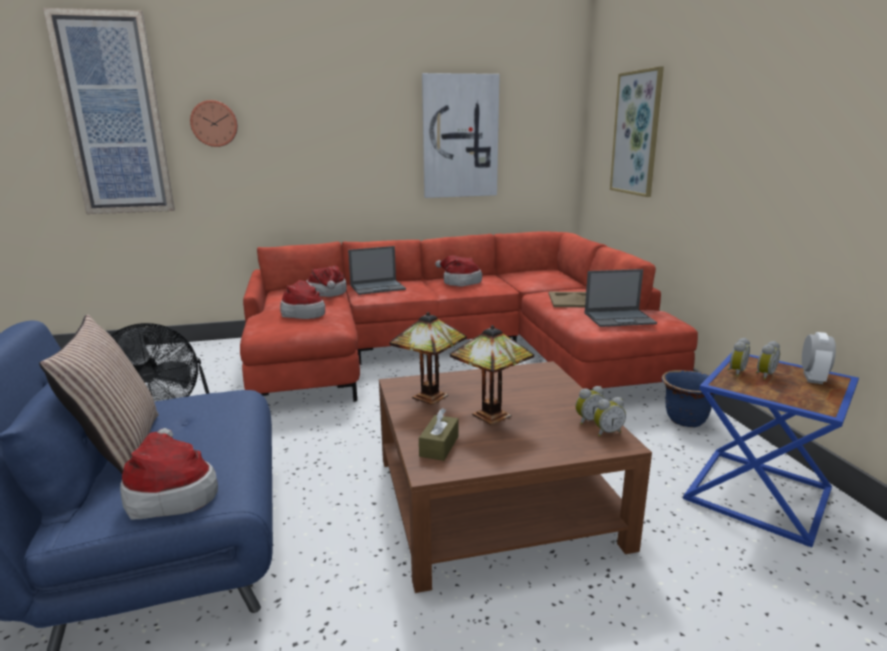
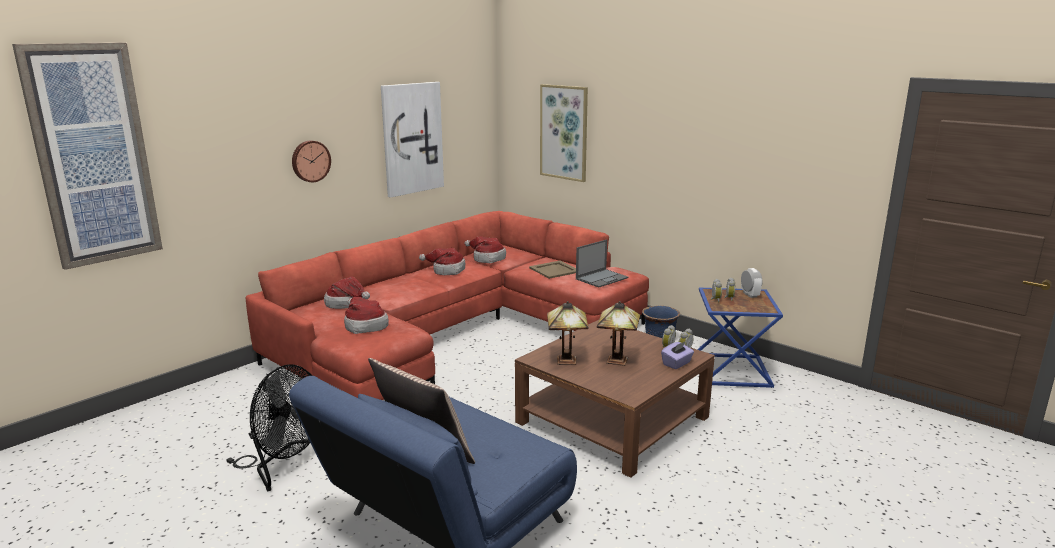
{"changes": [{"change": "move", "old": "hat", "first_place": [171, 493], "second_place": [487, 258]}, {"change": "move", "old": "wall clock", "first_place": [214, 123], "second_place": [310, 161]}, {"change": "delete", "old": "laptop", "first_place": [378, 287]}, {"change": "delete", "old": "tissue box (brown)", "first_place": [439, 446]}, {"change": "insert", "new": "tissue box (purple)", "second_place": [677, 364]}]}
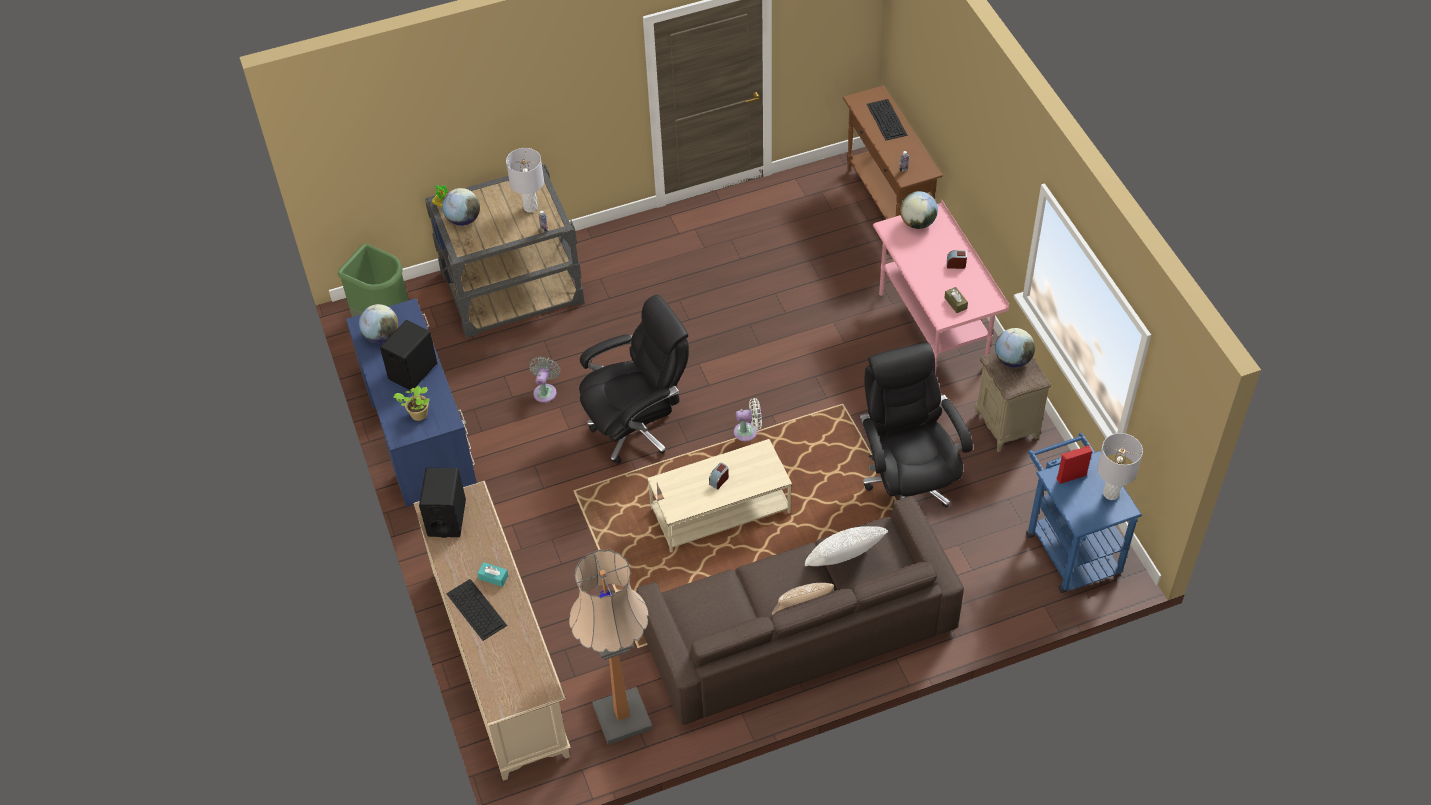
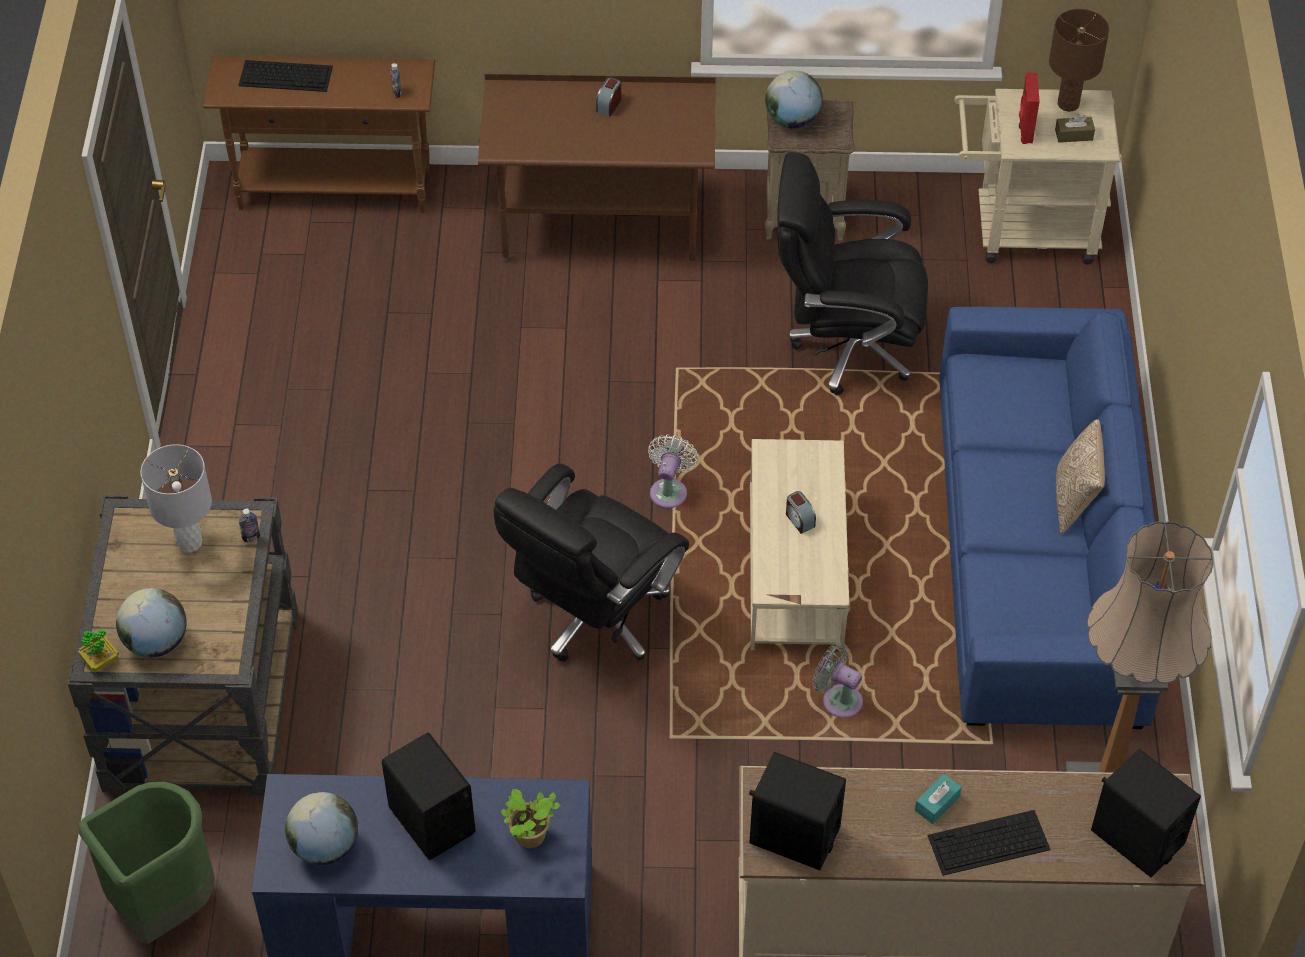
{"changes": [{"change": "move", "old": "fan (grey)", "first_place": [545, 391], "second_place": [838, 699]}, {"change": "rotate", "old": "office chair (black)", "first_place": [637, 428], "second_place": [592, 620], "degrees": -135}, {"change": "recolor", "old": "sofa (brown)", "new": "sofa (blue)", "first_place": [798, 630], "second_place": [1038, 549]}, {"change": "delete", "old": "pillow (white)", "first_place": [843, 564]}, {"change": "recolor", "old": "desk (pink)", "new": "desk (brown)", "first_place": [932, 330], "second_place": [600, 228]}, {"change": "delete", "old": "globe", "first_place": [917, 223]}, {"change": "move", "old": "tissue box (brown)", "first_place": [955, 303], "second_place": [1073, 135]}, {"change": "recolor", "old": "cart (blue)", "new": "cart (beige)", "first_place": [1068, 546], "second_place": [1023, 230]}, {"change": "recolor", "old": "table lamp (grey)", "new": "table lamp (brown)", "first_place": [1111, 493], "second_place": [1068, 103]}, {"change": "insert", "new": "speaker (black)", "second_place": [1137, 837]}]}
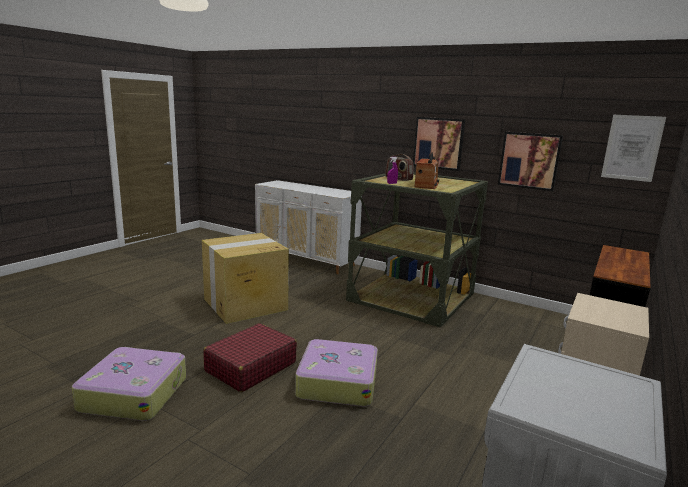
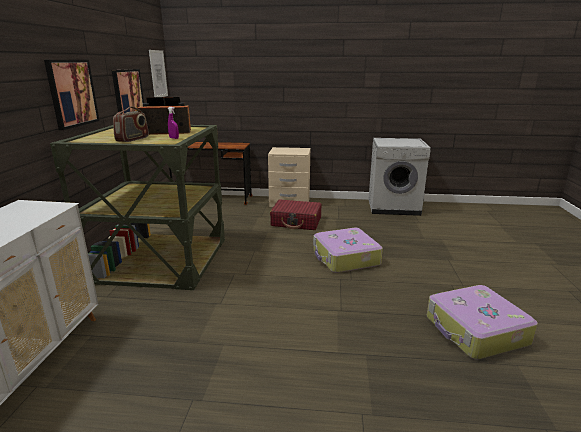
{"changes": [{"change": "delete", "old": "cardboard box", "first_place": [244, 304]}, {"change": "move", "old": "suitcase (red)", "first_place": [250, 367], "second_place": [296, 222]}]}
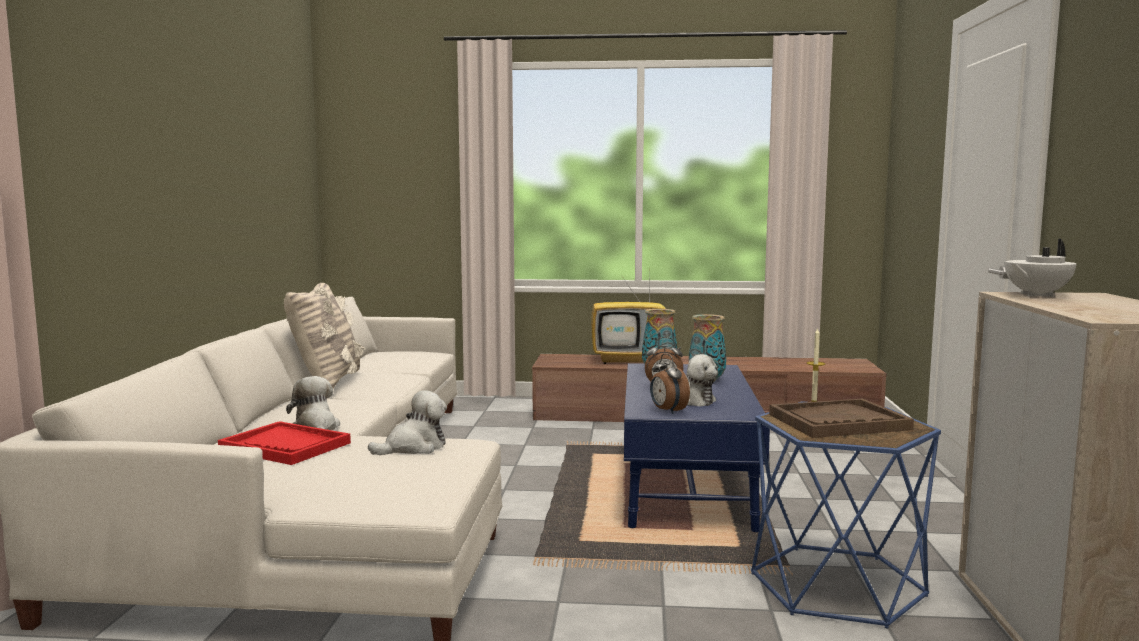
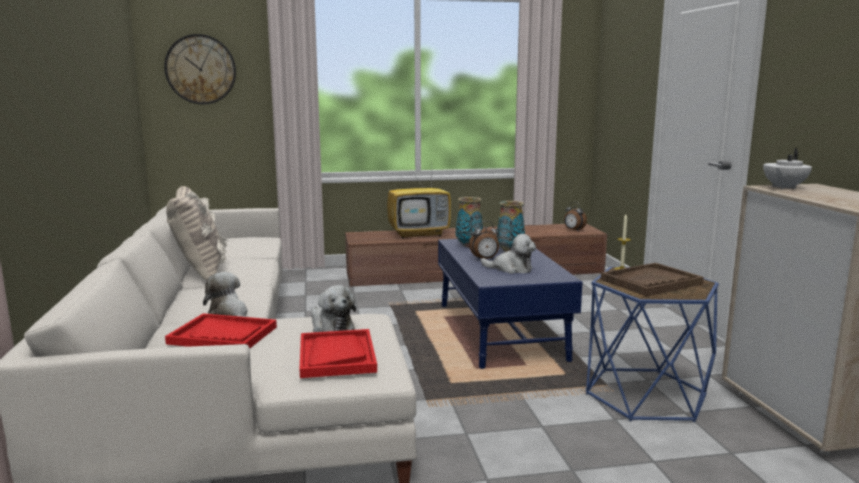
{"changes": [{"change": "rotate", "old": "plush toy", "first_place": [414, 447], "second_place": [331, 326], "degrees": 105}, {"change": "move", "old": "alarm clock", "first_place": [667, 411], "second_place": [573, 230]}, {"change": "insert", "new": "wall clock", "second_place": [200, 69]}, {"change": "insert", "new": "tray (red)", "second_place": [336, 356]}]}
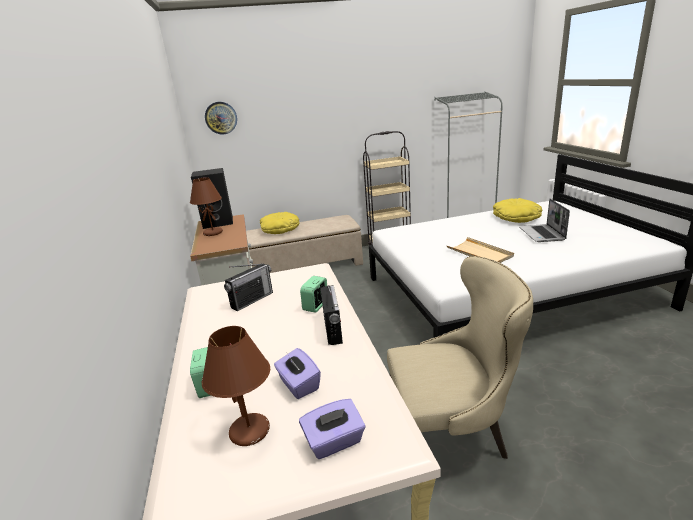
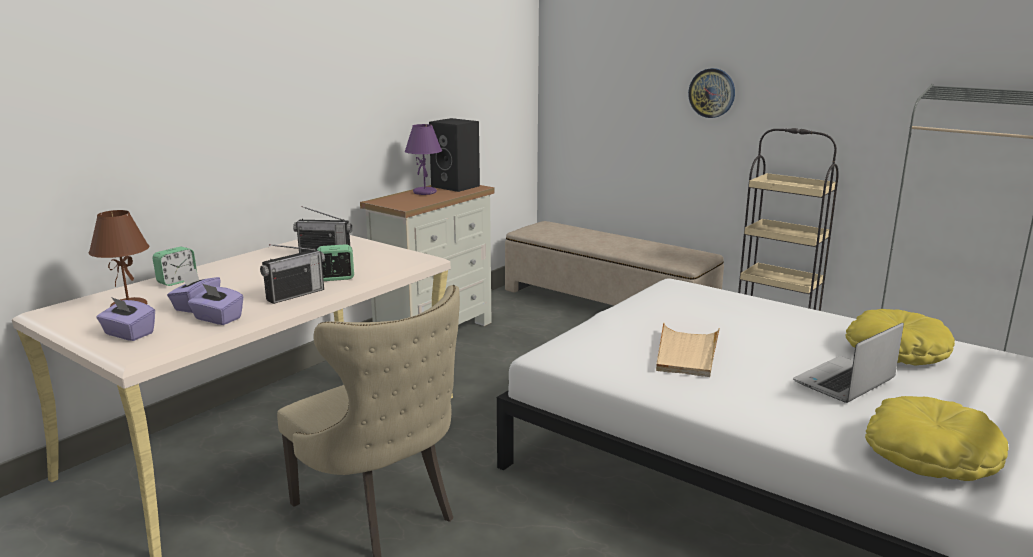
{"changes": [{"change": "recolor", "old": "table lamp (brown)", "new": "table lamp (purple)", "first_place": [213, 232], "second_place": [425, 192]}, {"change": "move", "old": "wall clock", "first_place": [221, 118], "second_place": [712, 93]}, {"change": "move", "old": "pillow (yellow)", "first_place": [280, 229], "second_place": [932, 456]}, {"change": "insert", "new": "tissue box (purple)", "second_place": [217, 319]}]}
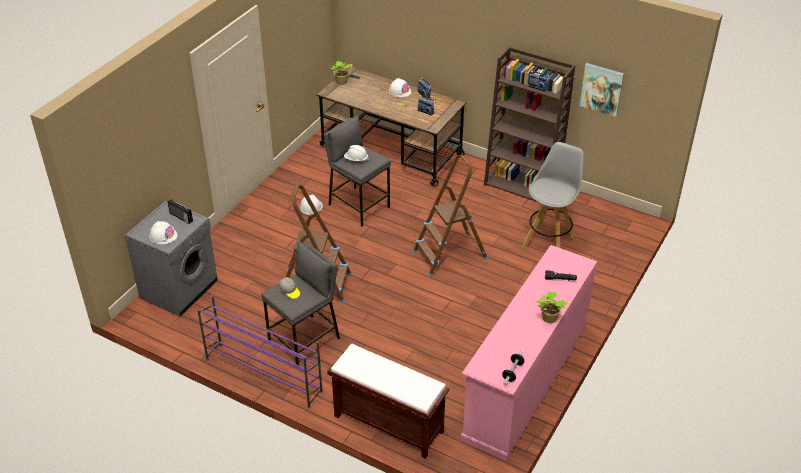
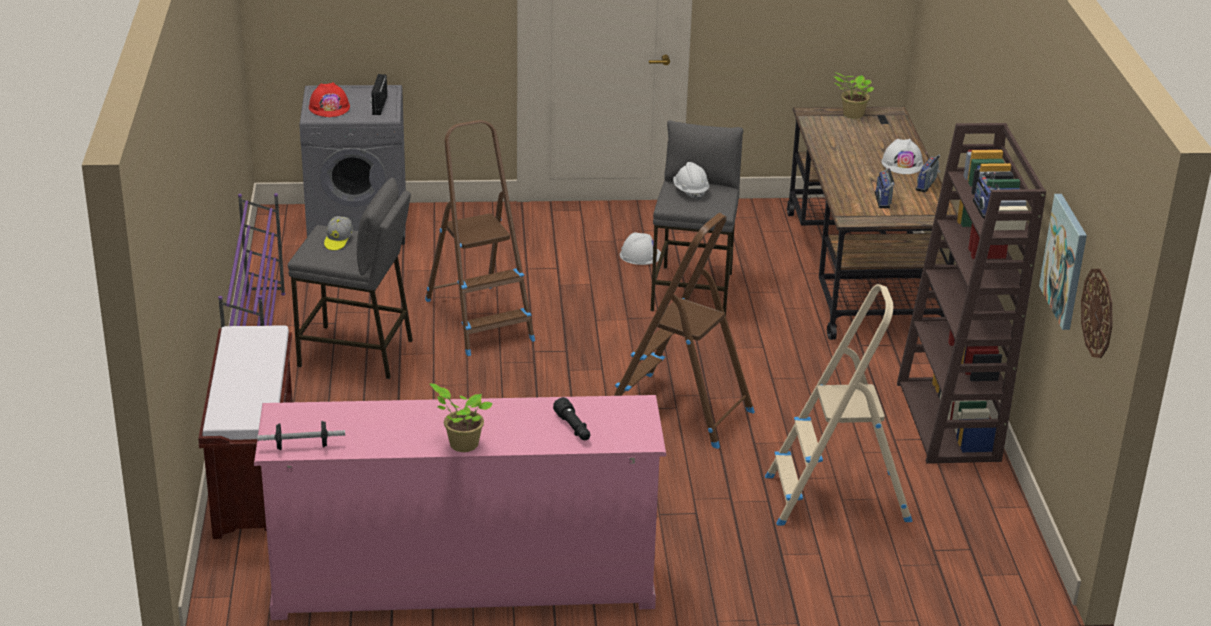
{"changes": [{"change": "recolor", "old": "hard hat (white)", "new": "hard hat (red)", "first_place": [163, 235], "second_place": [329, 107]}, {"change": "replace", "old": "stool (grey)", "new": "step ladder (beige)", "first_place": [549, 242], "second_place": [835, 498]}, {"change": "insert", "new": "wall clock", "second_place": [1098, 313]}]}
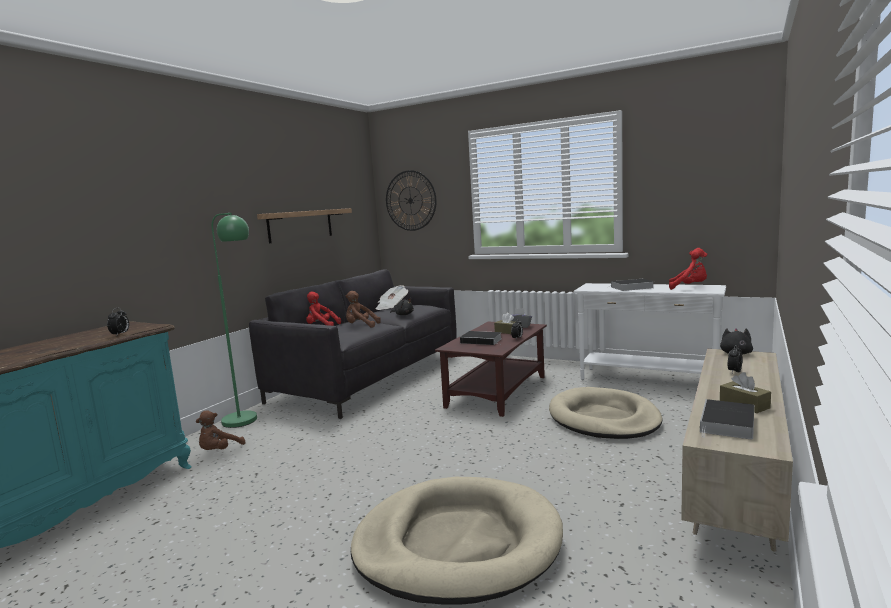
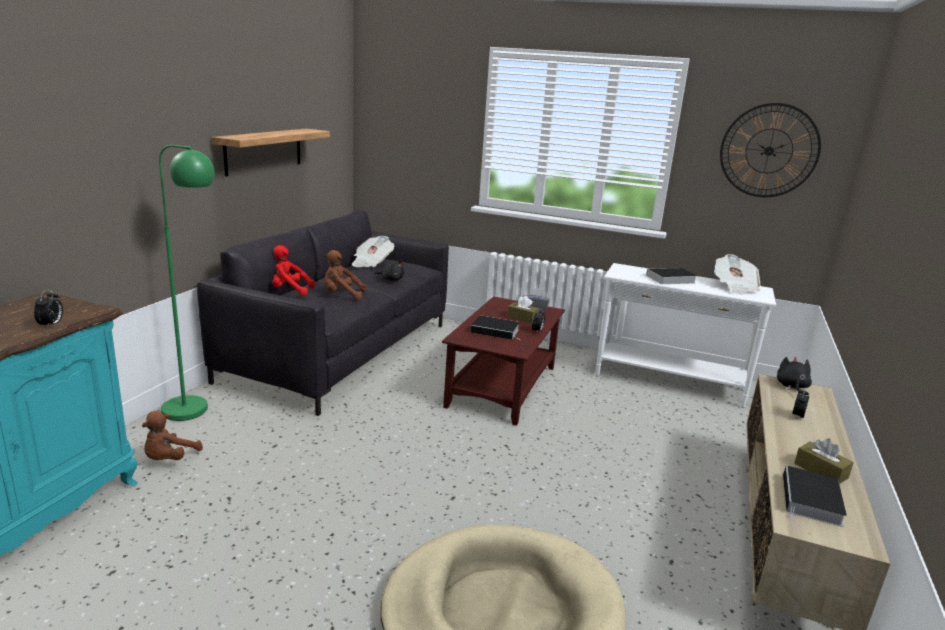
{"changes": [{"change": "move", "old": "wall clock", "first_place": [410, 200], "second_place": [769, 151]}, {"change": "delete", "old": "dog bed (beige)", "first_place": [603, 418]}, {"change": "replace", "old": "plush toy (red)", "new": "newspaper", "first_place": [689, 287], "second_place": [734, 287]}]}
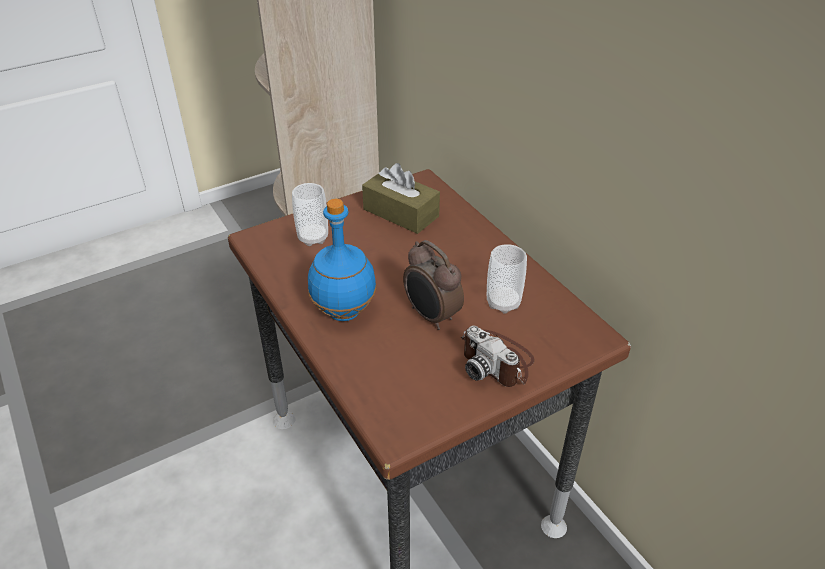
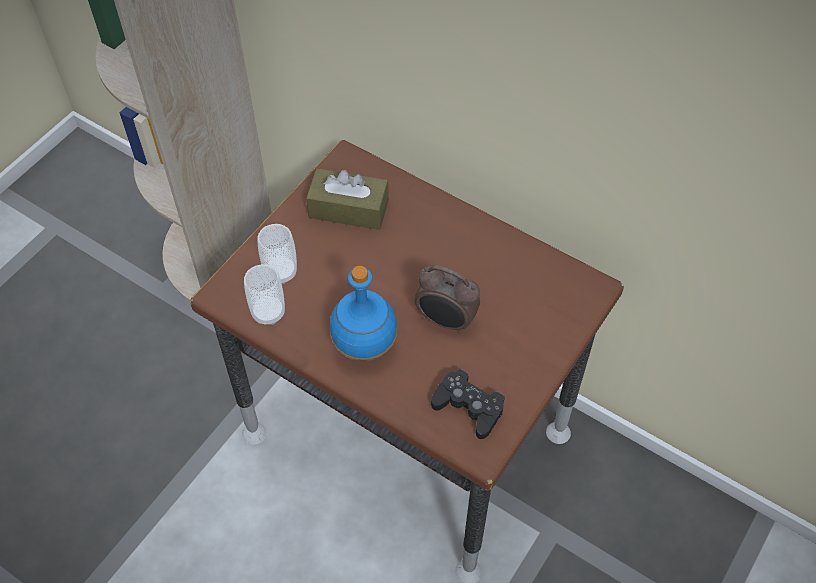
{"changes": [{"change": "delete", "old": "photo camera", "first_place": [497, 361]}, {"change": "move", "old": "cup", "first_place": [503, 303], "second_place": [268, 312]}, {"change": "insert", "new": "game controller (black)", "second_place": [468, 407]}]}
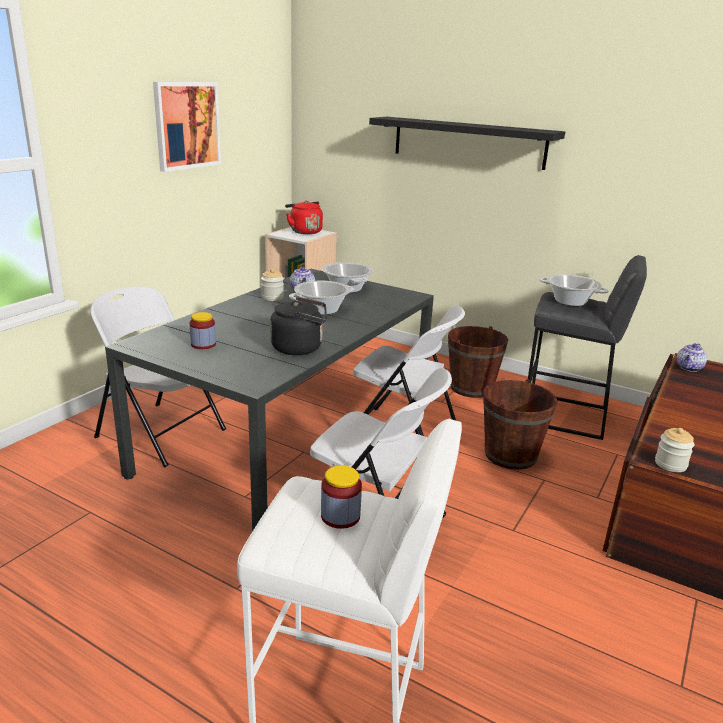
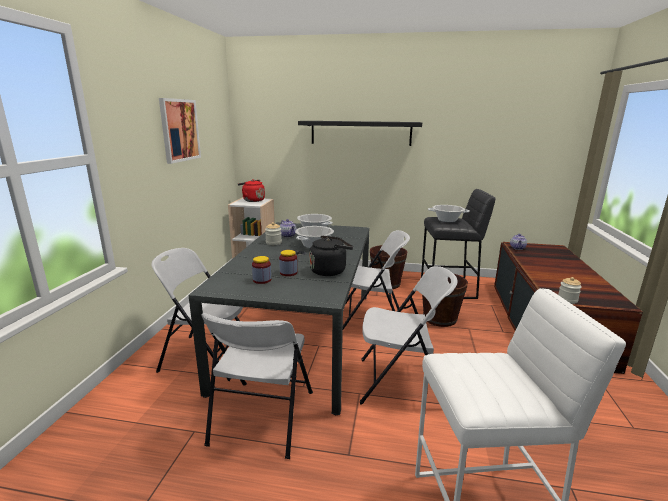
{"changes": [{"change": "move", "old": "jar", "first_place": [340, 516], "second_place": [288, 273]}, {"change": "insert", "new": "chair (white)", "second_place": [262, 417]}]}
